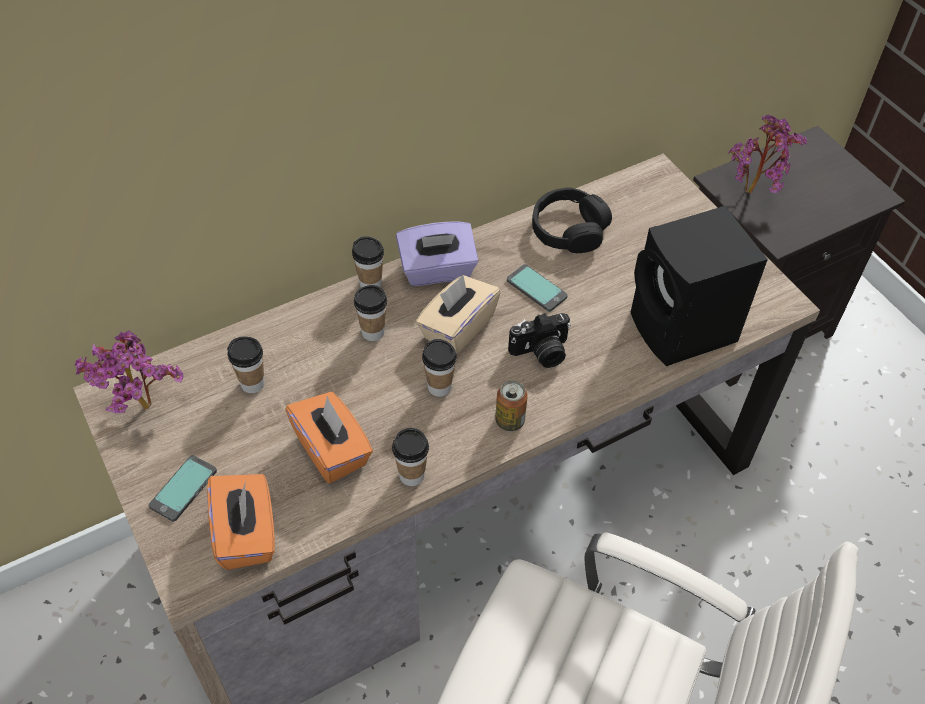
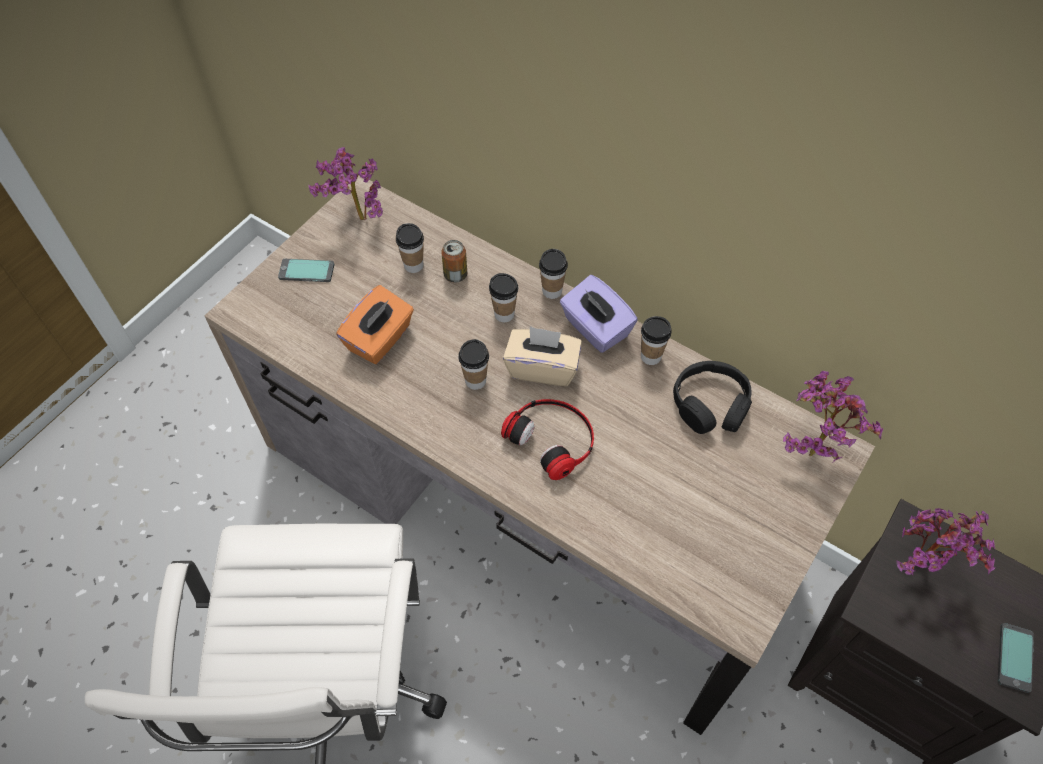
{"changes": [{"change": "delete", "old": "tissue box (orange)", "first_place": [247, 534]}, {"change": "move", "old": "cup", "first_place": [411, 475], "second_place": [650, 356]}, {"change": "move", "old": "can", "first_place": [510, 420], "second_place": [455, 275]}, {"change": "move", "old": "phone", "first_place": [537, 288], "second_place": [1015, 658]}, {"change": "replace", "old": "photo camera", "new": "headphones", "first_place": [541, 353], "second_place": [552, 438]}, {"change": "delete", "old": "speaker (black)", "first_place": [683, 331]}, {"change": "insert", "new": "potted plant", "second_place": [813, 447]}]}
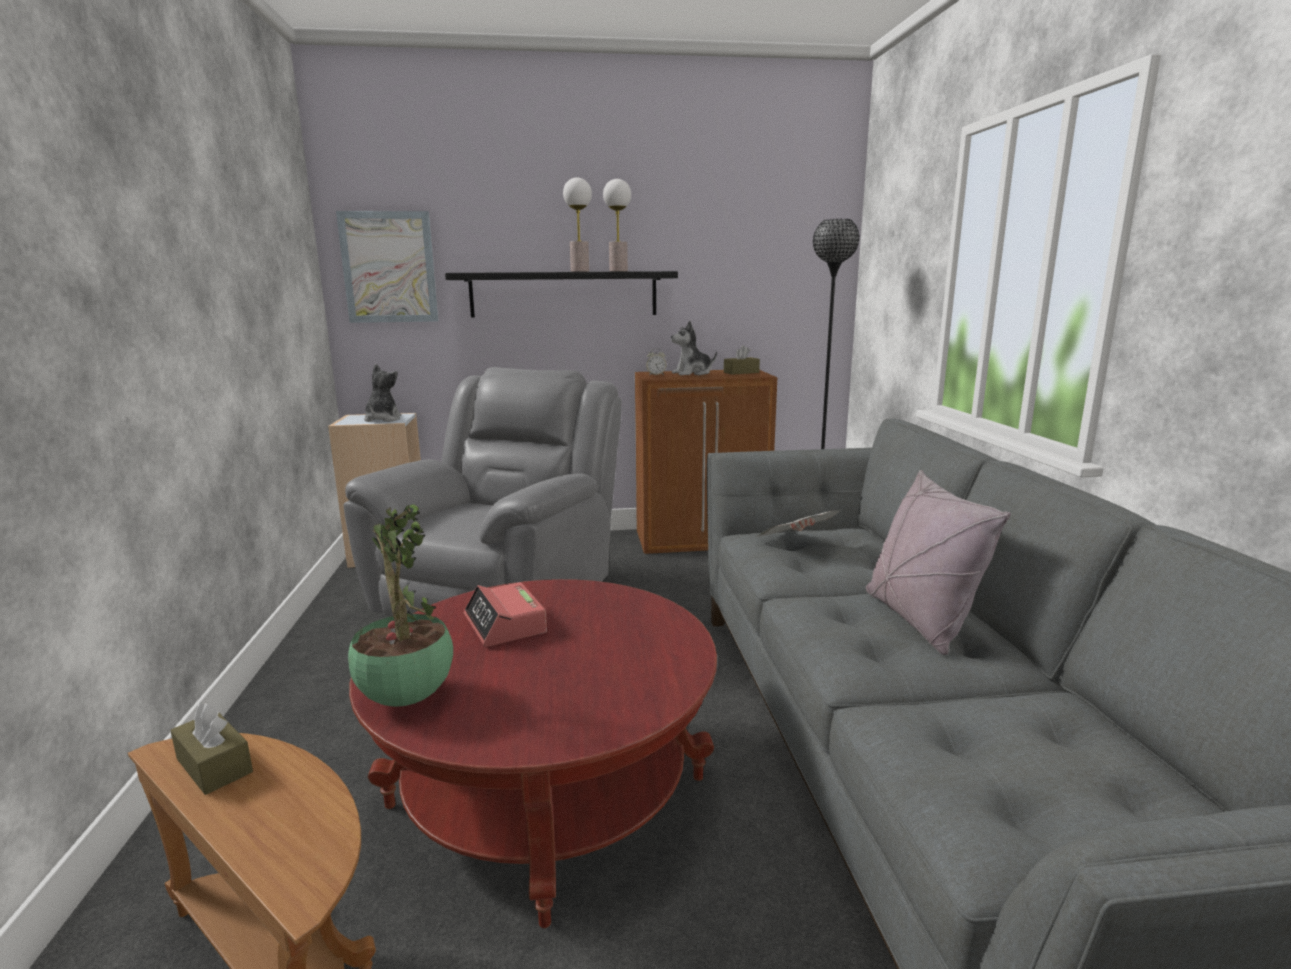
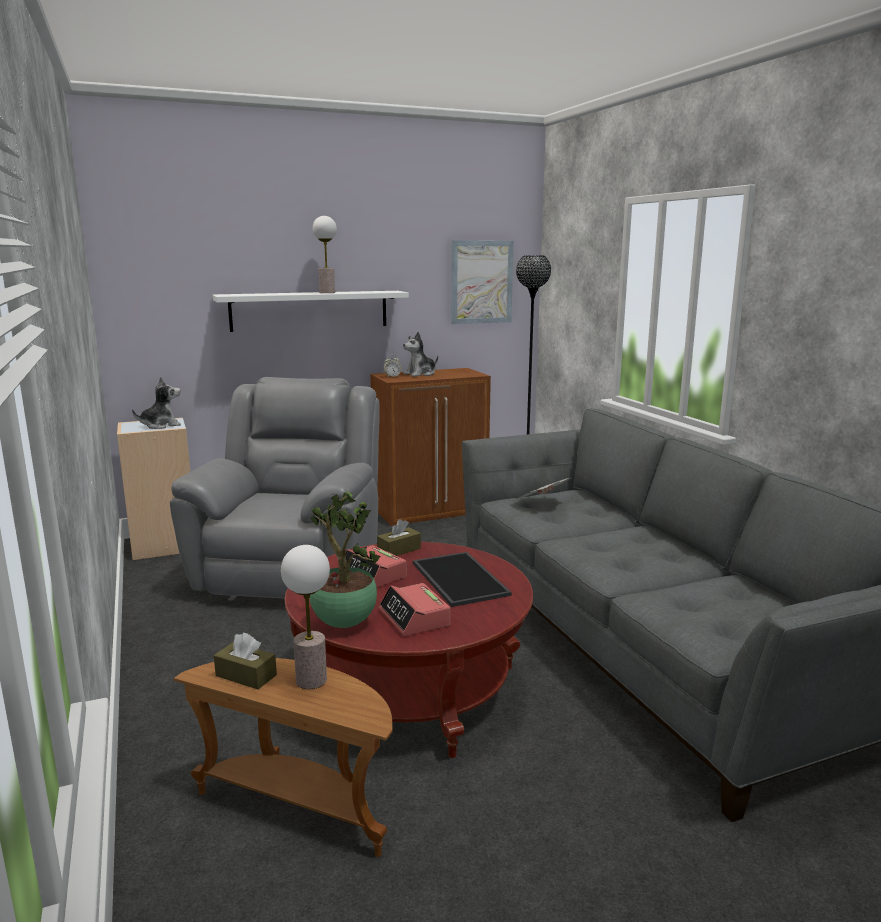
{"changes": [{"change": "move", "old": "picture", "first_place": [389, 267], "second_place": [481, 282]}, {"change": "rotate", "old": "plush toy", "first_place": [382, 419], "second_place": [161, 425], "degrees": 75}, {"change": "recolor", "old": "shelf (black)", "new": "shelf (white)", "first_place": [564, 294], "second_place": [310, 310]}, {"change": "move", "old": "table lamp", "first_place": [618, 271], "second_place": [311, 680]}, {"change": "move", "old": "tissue box (brown)", "first_place": [741, 372], "second_place": [399, 550]}, {"change": "delete", "old": "pillow (purple)", "first_place": [918, 620]}, {"change": "insert", "new": "alarm clock", "second_place": [414, 618]}, {"change": "insert", "new": "tray", "second_place": [457, 578]}]}
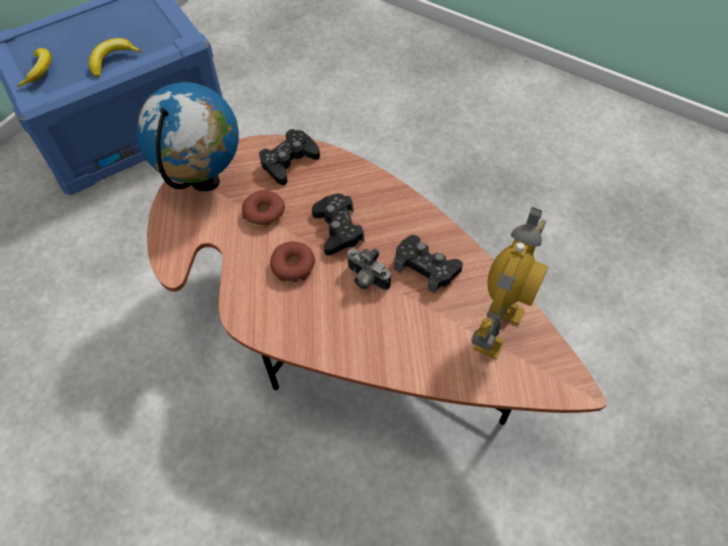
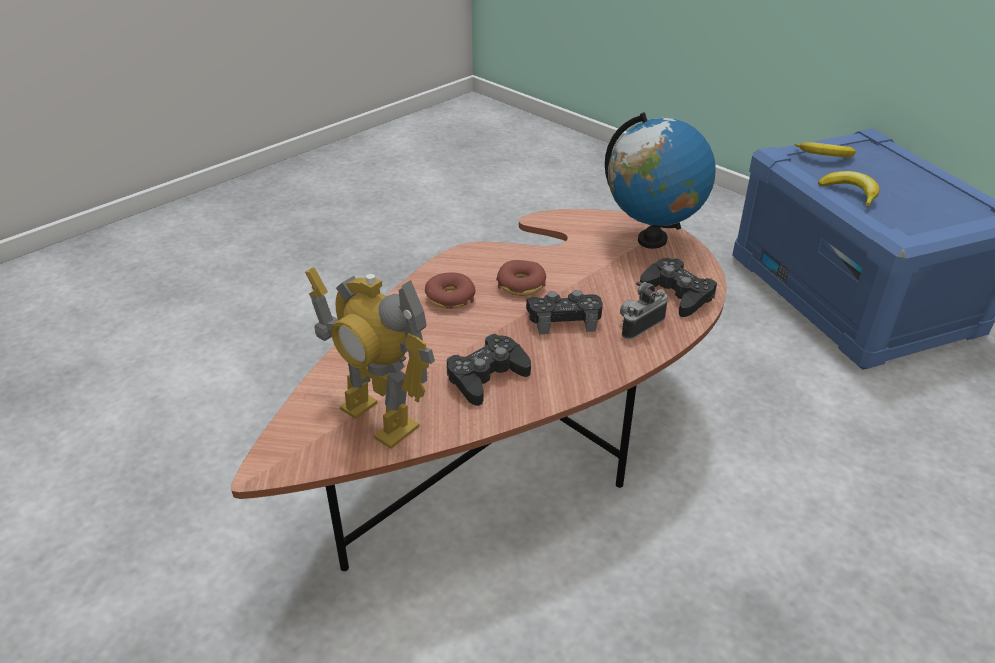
{"changes": [{"change": "move", "old": "donut", "first_place": [264, 213], "second_place": [450, 298]}, {"change": "move", "old": "photo camera", "first_place": [365, 280], "second_place": [638, 325]}]}
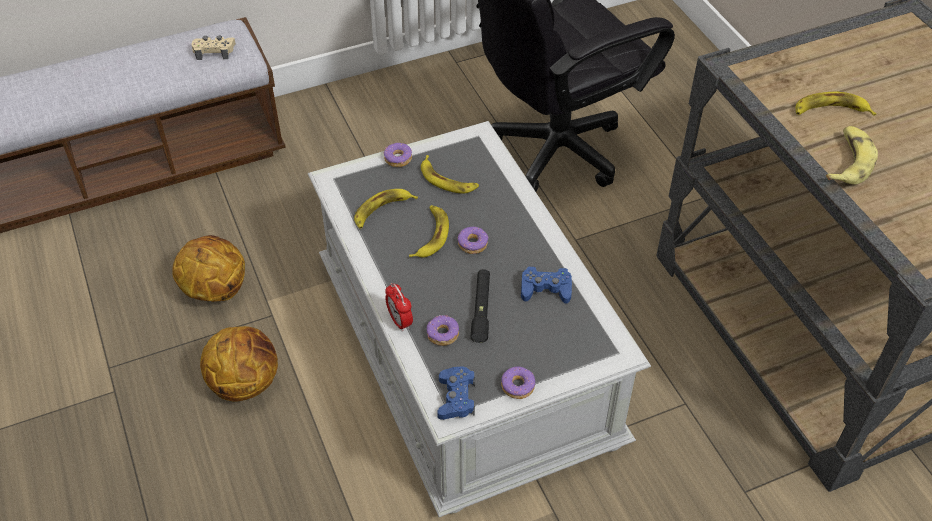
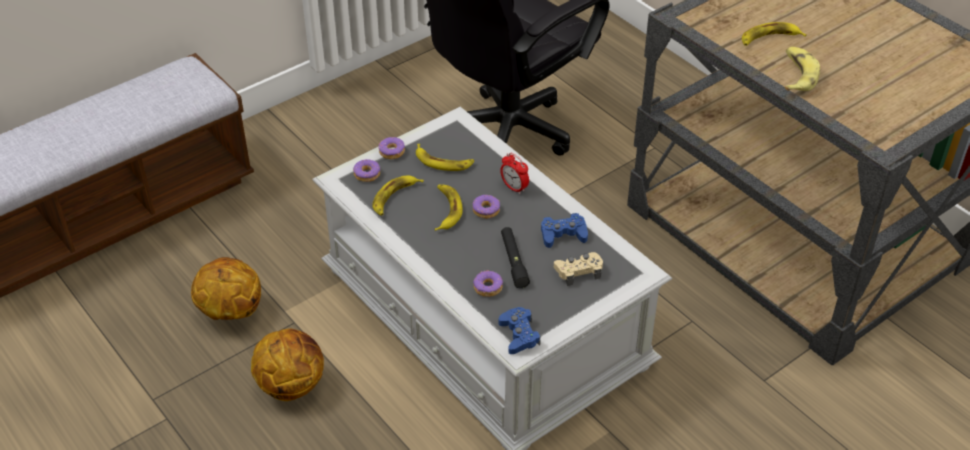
{"changes": [{"change": "move", "old": "game controller (beige)", "first_place": [214, 51], "second_place": [578, 271]}, {"change": "move", "old": "alarm clock", "first_place": [400, 321], "second_place": [514, 187]}, {"change": "move", "old": "donut", "first_place": [518, 386], "second_place": [367, 174]}]}
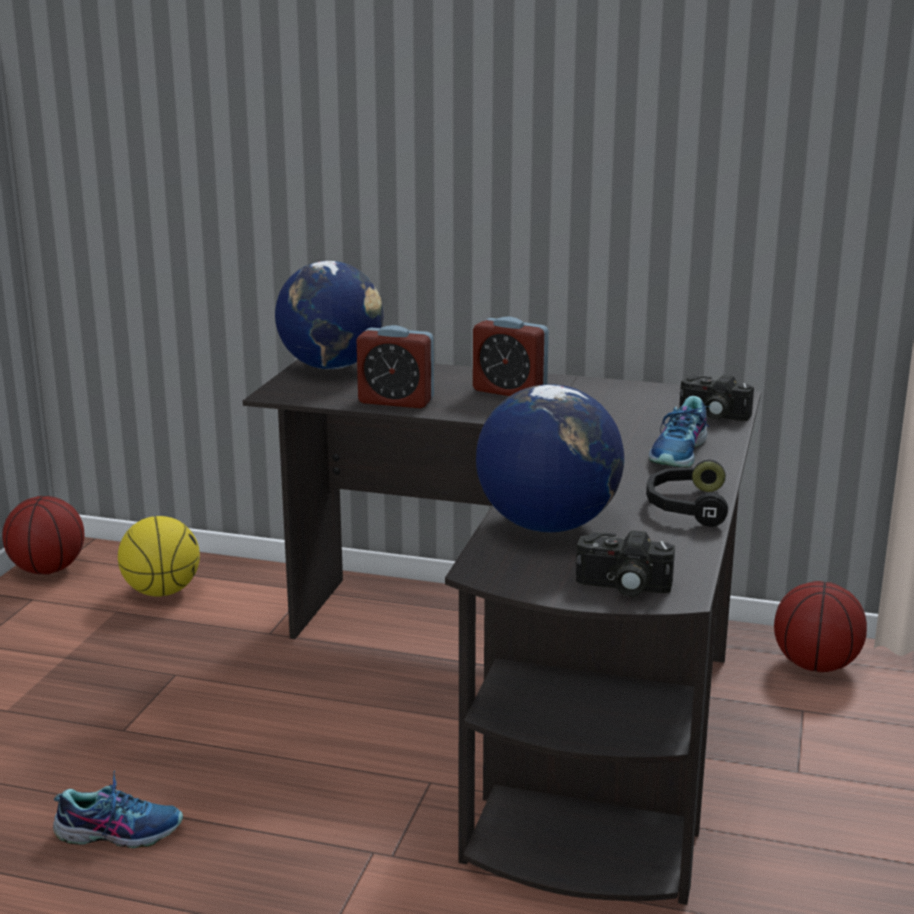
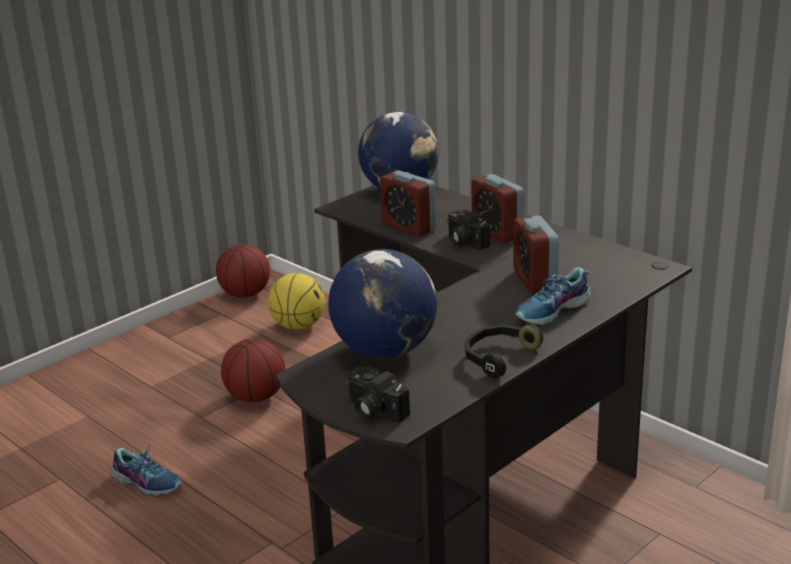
{"changes": [{"change": "move", "old": "photo camera", "first_place": [712, 415], "second_place": [463, 241]}, {"change": "move", "old": "basketball", "first_place": [815, 665], "second_place": [255, 397]}, {"change": "insert", "new": "alarm clock", "second_place": [535, 280]}]}
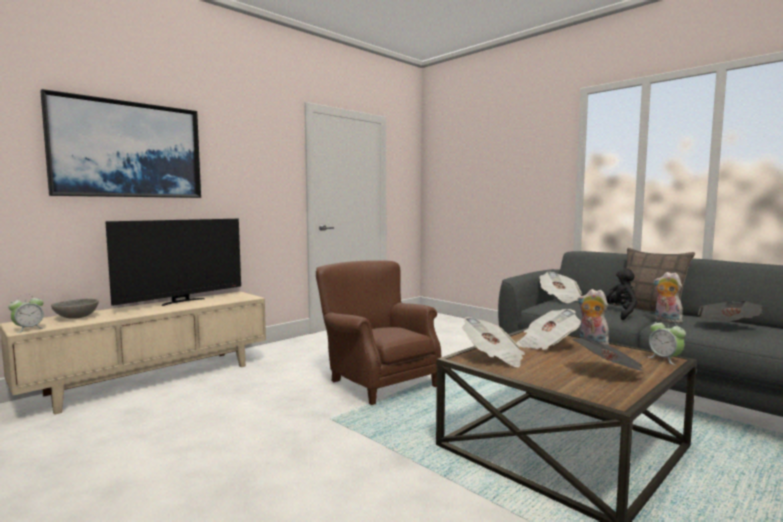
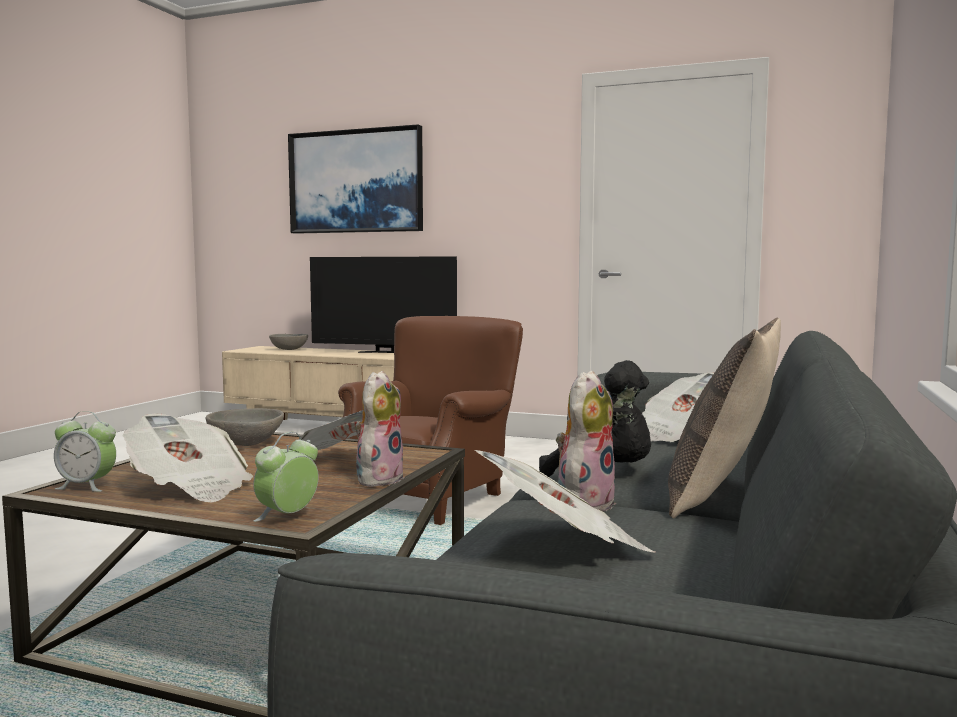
{"changes": [{"change": "move", "old": "alarm clock", "first_place": [28, 329], "second_place": [87, 486]}, {"change": "replace", "old": "newspaper", "new": "bowl (grey)", "first_place": [493, 358], "second_place": [246, 444]}]}
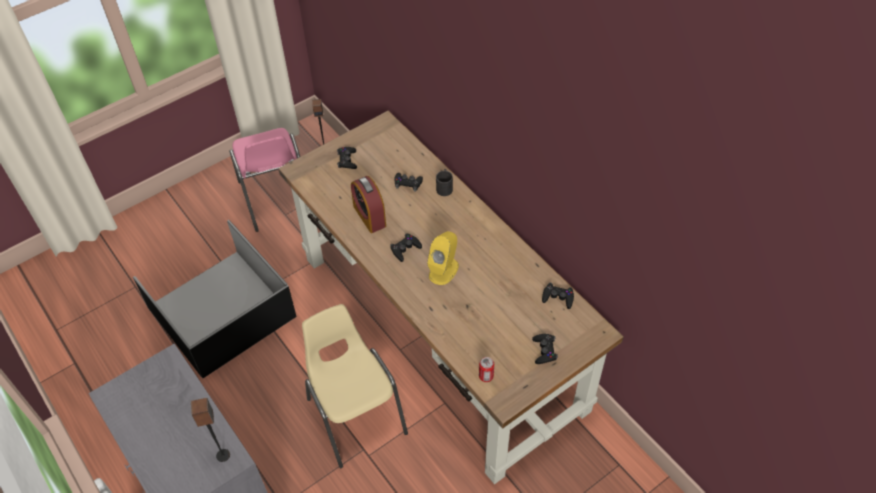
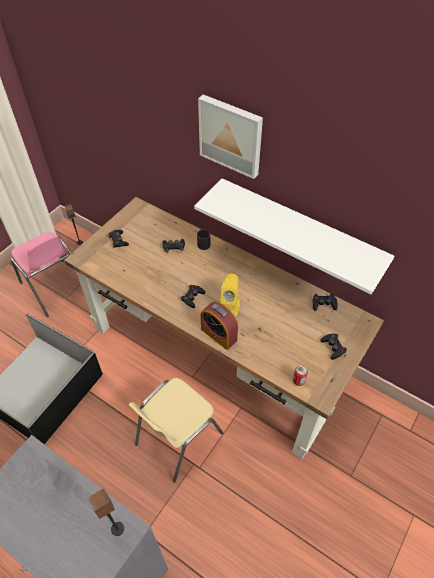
{"changes": [{"change": "rotate", "old": "chair (beige)", "first_place": [355, 415], "second_place": [177, 438], "degrees": -90}, {"change": "move", "old": "alarm clock", "first_place": [369, 216], "second_place": [219, 334]}, {"change": "insert", "new": "shelf (white)", "second_place": [300, 230]}, {"change": "insert", "new": "picture", "second_place": [231, 135]}]}
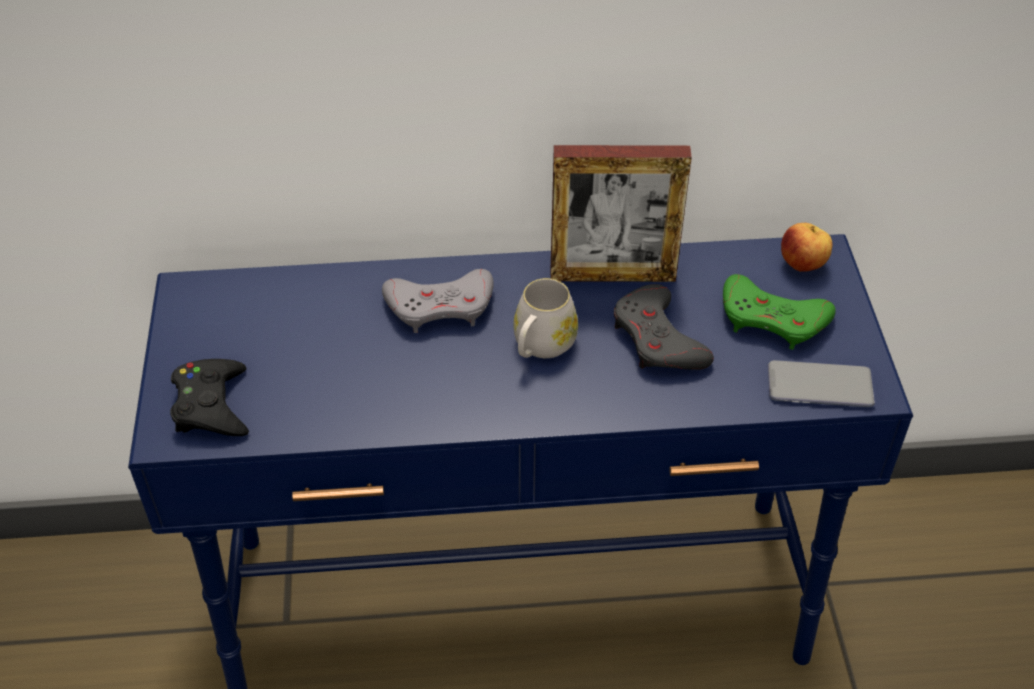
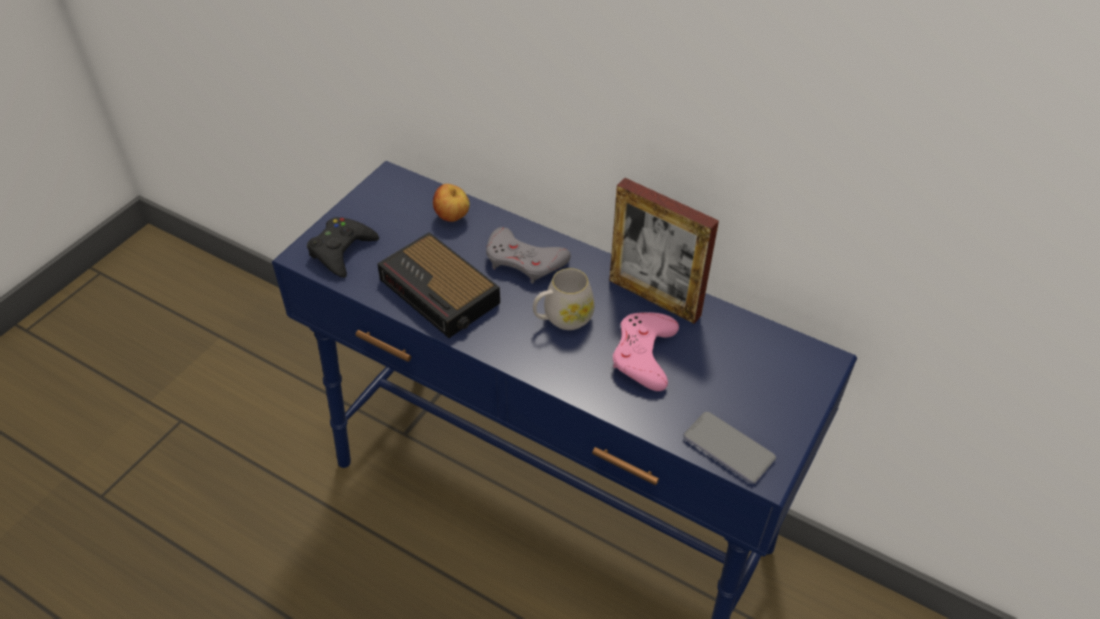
{"changes": [{"change": "recolor", "old": "game controller (grey)", "new": "game controller (pink)", "first_place": [658, 339], "second_place": [644, 355]}, {"change": "delete", "old": "game controller (green)", "first_place": [772, 319]}, {"change": "move", "old": "apple", "first_place": [803, 265], "second_place": [452, 217]}, {"change": "insert", "new": "alarm clock", "second_place": [441, 293]}]}
